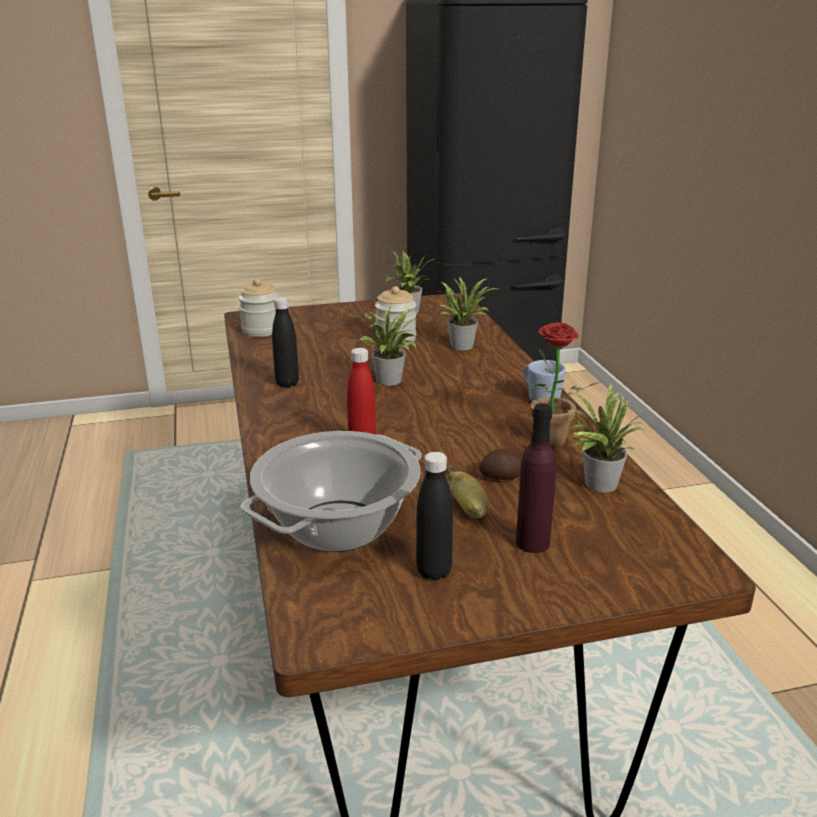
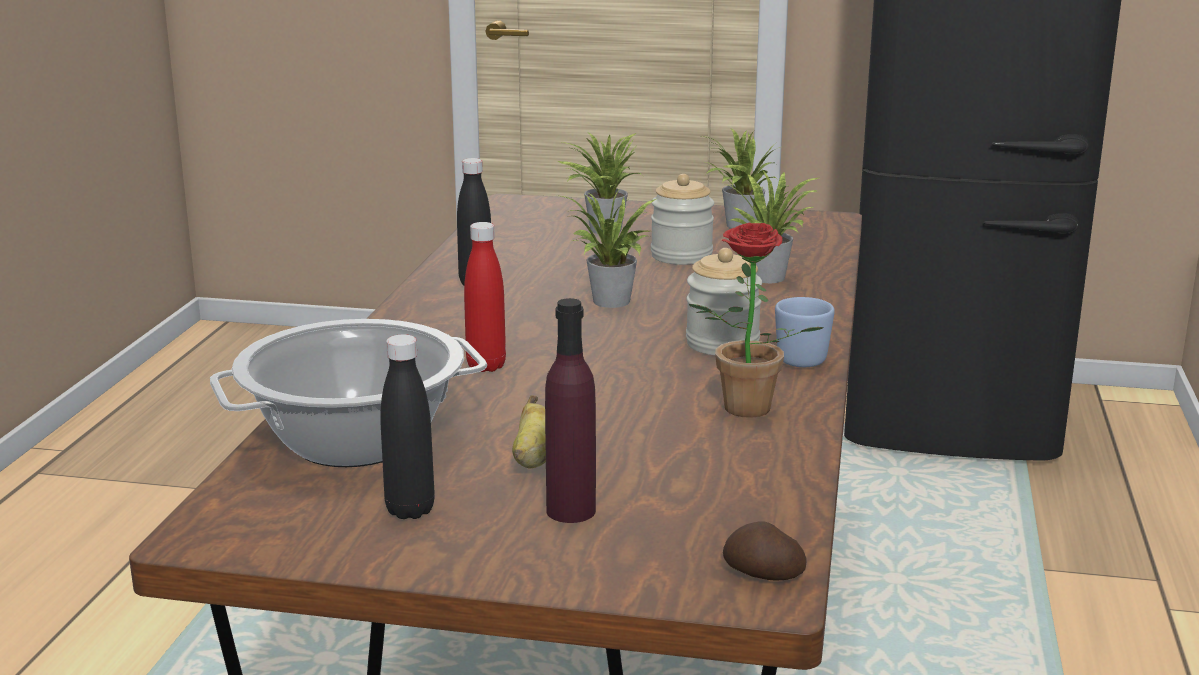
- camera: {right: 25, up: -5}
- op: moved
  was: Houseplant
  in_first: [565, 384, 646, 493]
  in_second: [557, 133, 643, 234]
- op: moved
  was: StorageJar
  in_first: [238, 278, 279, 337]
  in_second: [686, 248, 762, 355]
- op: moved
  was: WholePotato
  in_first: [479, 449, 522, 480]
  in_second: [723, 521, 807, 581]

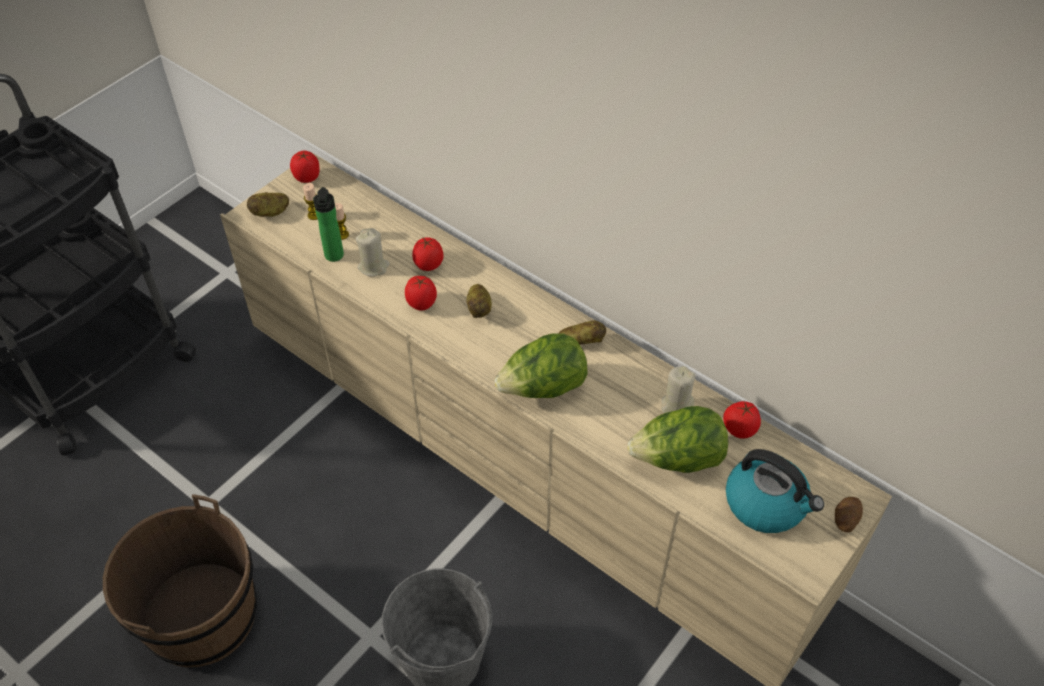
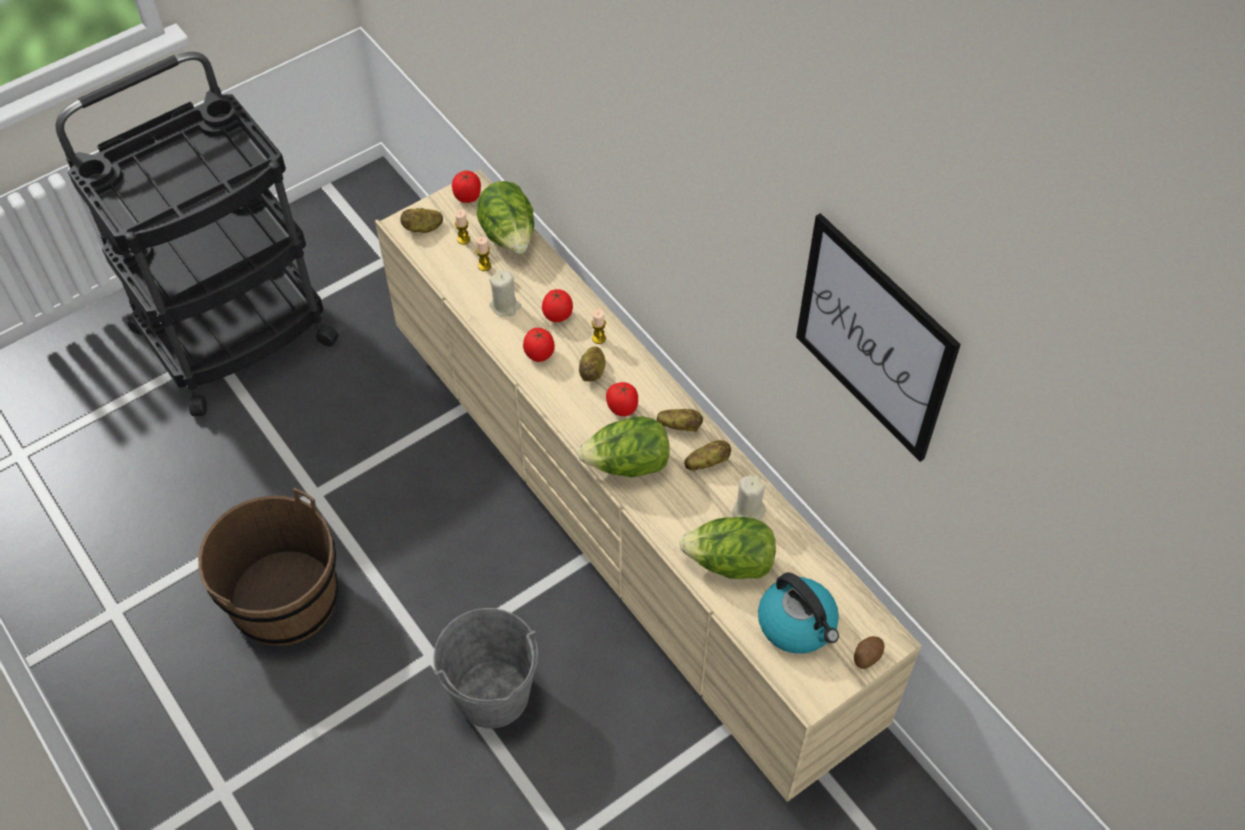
- camera: {right: 15, up: 5}
- op: added
  now: Lettuce
  in_second: [477, 181, 534, 254]
- op: added
  now: Candle
  in_second: [592, 309, 606, 344]
- op: moved
  was: WholeTomato
  in_first: [723, 401, 761, 439]
  in_second: [606, 382, 638, 416]
- op: added
  now: WholePotato
  in_second: [684, 440, 731, 471]
- op: added
  now: WallPicture
  in_second: [796, 213, 961, 462]
- op: removed
  was: Bottle
  in_first: [313, 187, 344, 262]

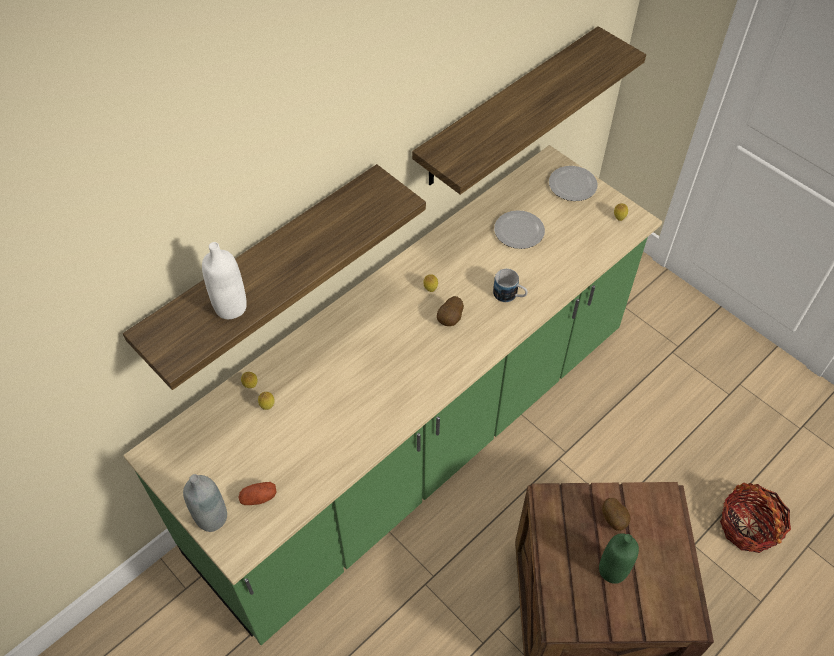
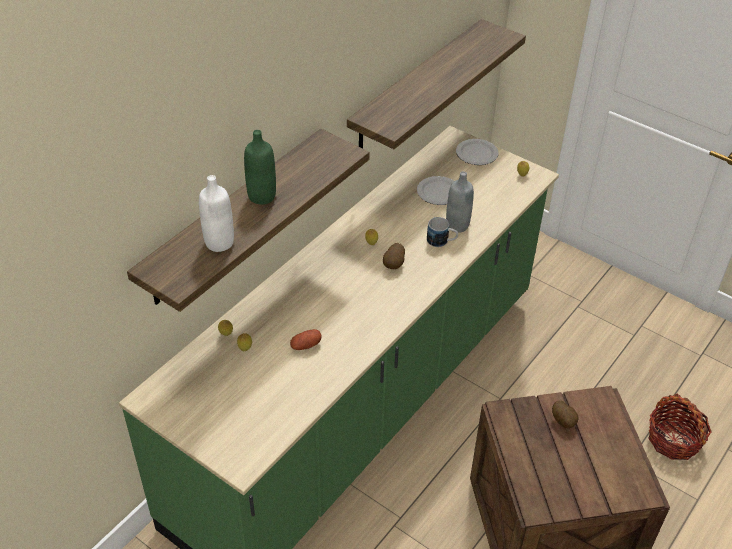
- camera: {right: -10, up: -10}
- op: moved
  was: GreenishBottle
  in_first: [599, 533, 639, 584]
  in_second: [244, 130, 276, 205]
- op: moved
  was: WholePotato
  in_first: [238, 482, 277, 505]
  in_second: [290, 329, 322, 350]
- op: moved
  was: GreyBottle
  in_first: [183, 474, 227, 532]
  in_second: [446, 171, 474, 233]

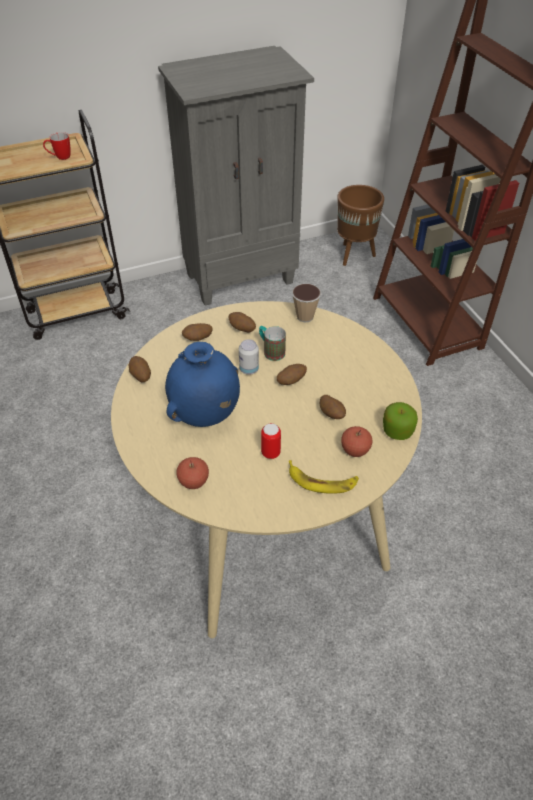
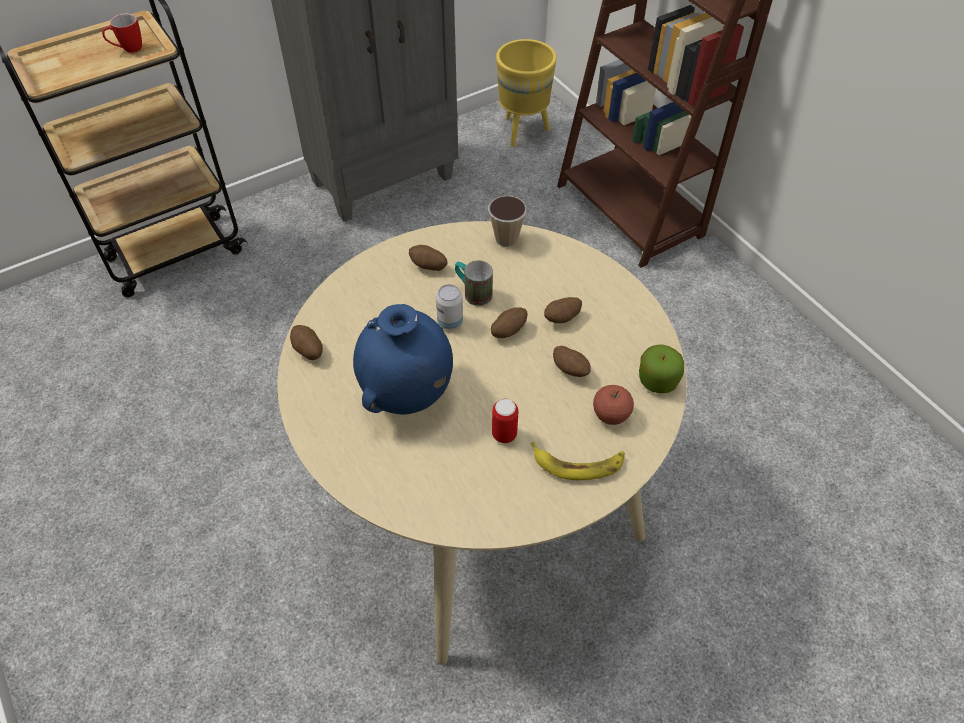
- camera: {right: -10, up: 5}
- op: recoloured
  was: BrownFlowerPot
  now: YellowishFlowerPot
  in_first: [337, 185, 384, 266]
  in_second: [496, 39, 557, 147]
- op: moved
  was: WholePotato
  in_first: [182, 323, 213, 341]
  in_second: [544, 297, 582, 323]
- op: removed
  was: Apple
  in_first: [176, 457, 209, 489]

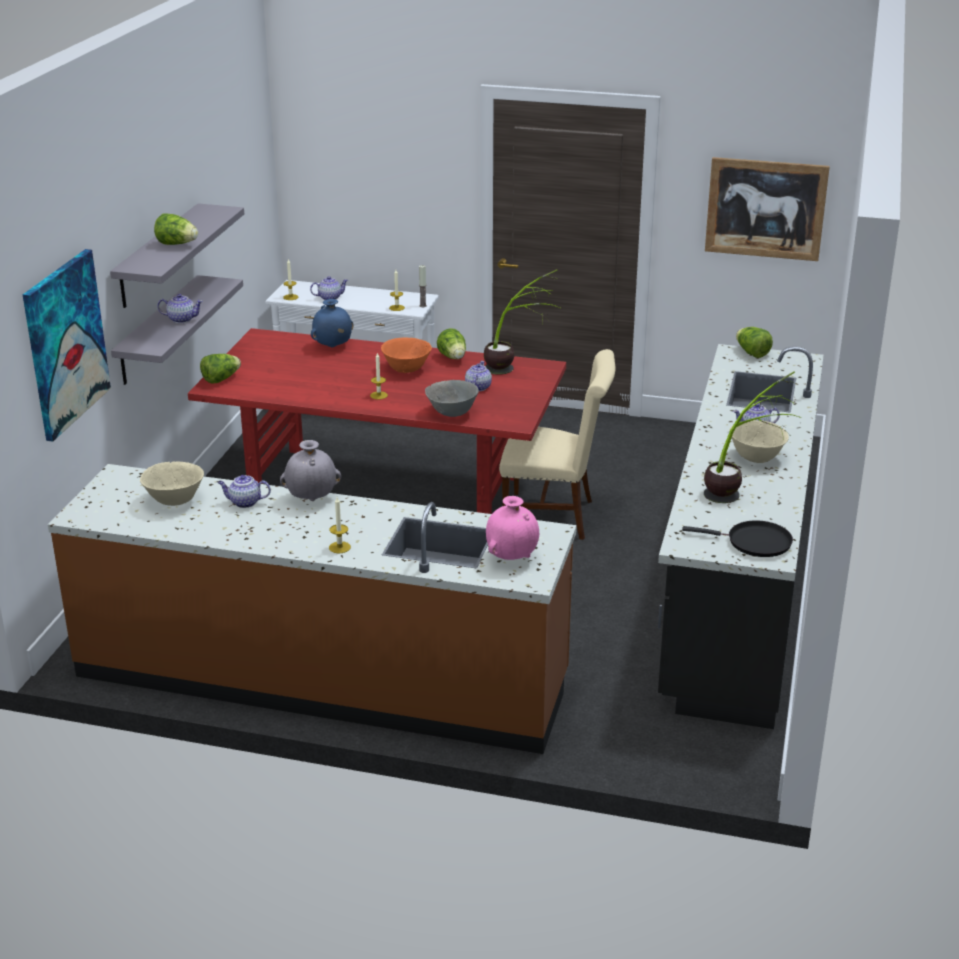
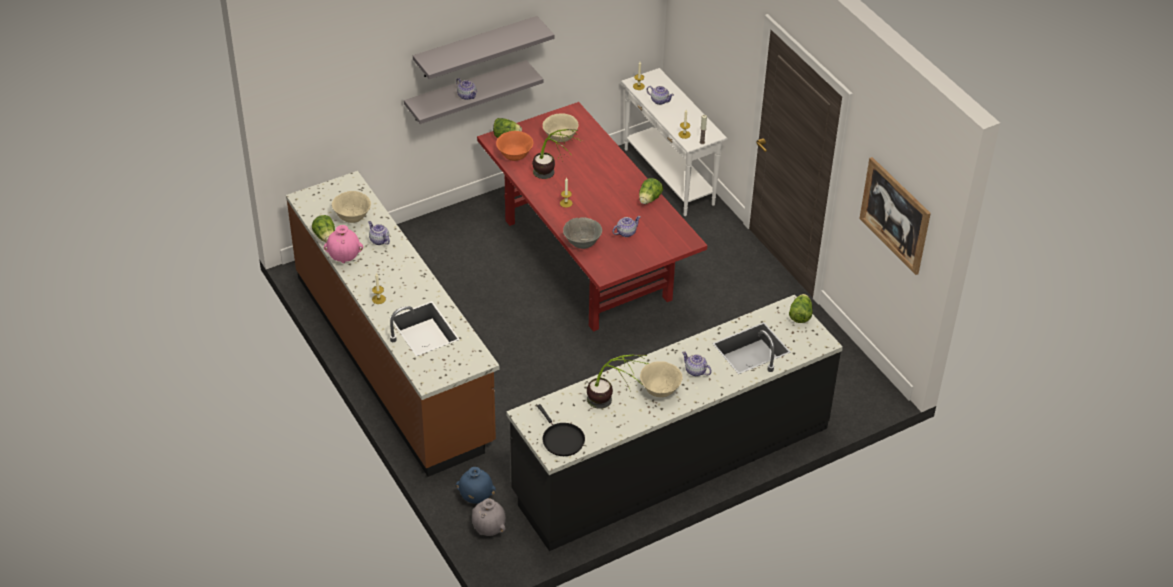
- camera: {right: 45, up: 15}
- op: moved
  was: Lettuce
  in_first: [154, 213, 198, 245]
  in_second: [312, 215, 335, 243]
- op: moved
  was: PinkVase
  in_first: [486, 496, 539, 560]
  in_second: [324, 225, 363, 263]
- op: moved
  was: BlueVase
  in_first: [311, 299, 354, 347]
  in_second: [456, 467, 496, 503]
- op: moved
  was: GreyVase
  in_first: [280, 440, 341, 501]
  in_second: [472, 498, 506, 536]
- op: moved
  was: OrangeDeepDish
  in_first: [381, 337, 432, 373]
  in_second: [496, 131, 533, 161]
- op: moved
  was: Houseplant
  in_first: [484, 269, 560, 375]
  in_second: [532, 129, 582, 179]
- op: added
  now: BeigeColouredDeepDish
  in_second: [543, 114, 579, 142]
- op: removed
  was: WallPicture
  in_first: [23, 249, 111, 442]
- op: removed
  was: BeigeColouredPlainChair
  in_first: [499, 349, 615, 540]

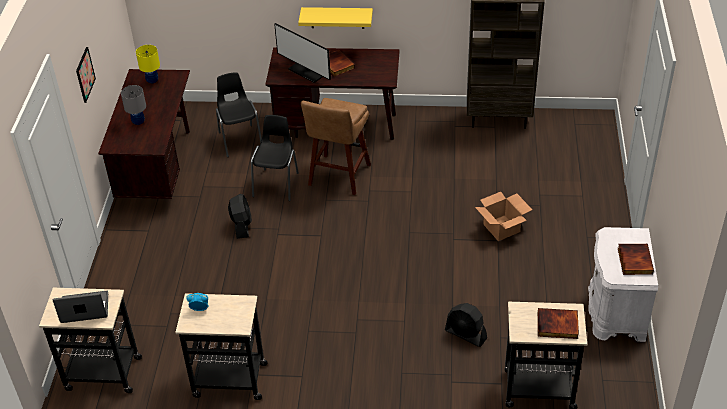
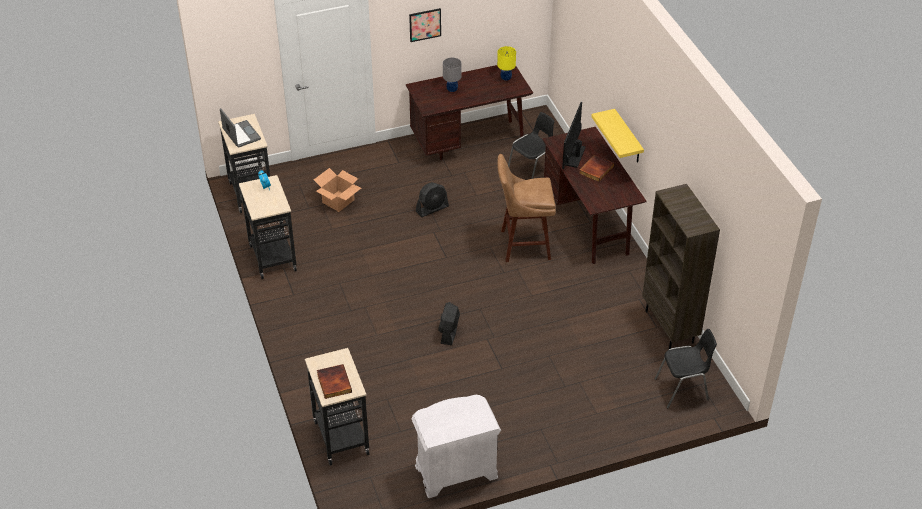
- camera: {right: 65, up: 0}
- op: moved
  was: PackingBox
  in_first: [475, 192, 532, 241]
  in_second: [314, 168, 361, 212]
- op: moved
  was: BlackCoolingFan
  in_first: [445, 303, 487, 347]
  in_second: [438, 302, 460, 345]
- op: moved
  was: BlackPlainChair
  in_first: [251, 115, 299, 201]
  in_second: [655, 329, 717, 408]
- op: removed
  was: BoundBook
  in_first: [618, 244, 654, 275]

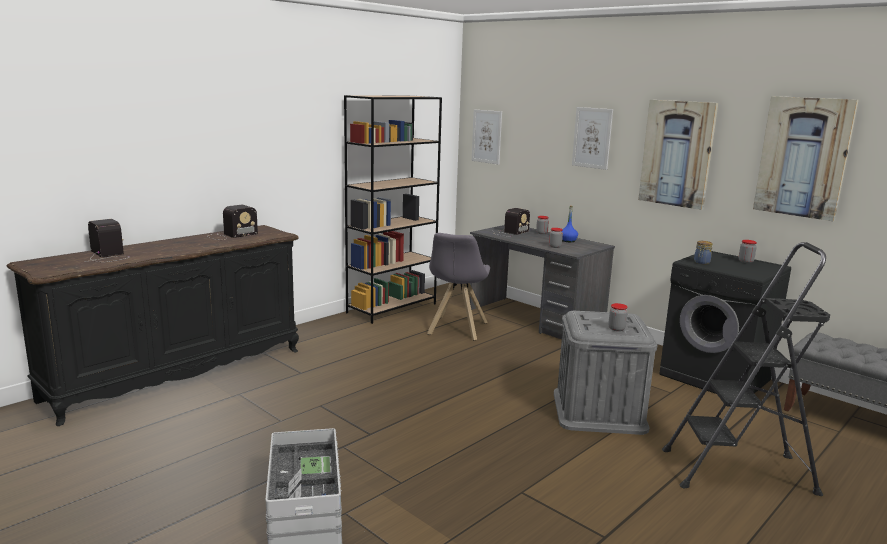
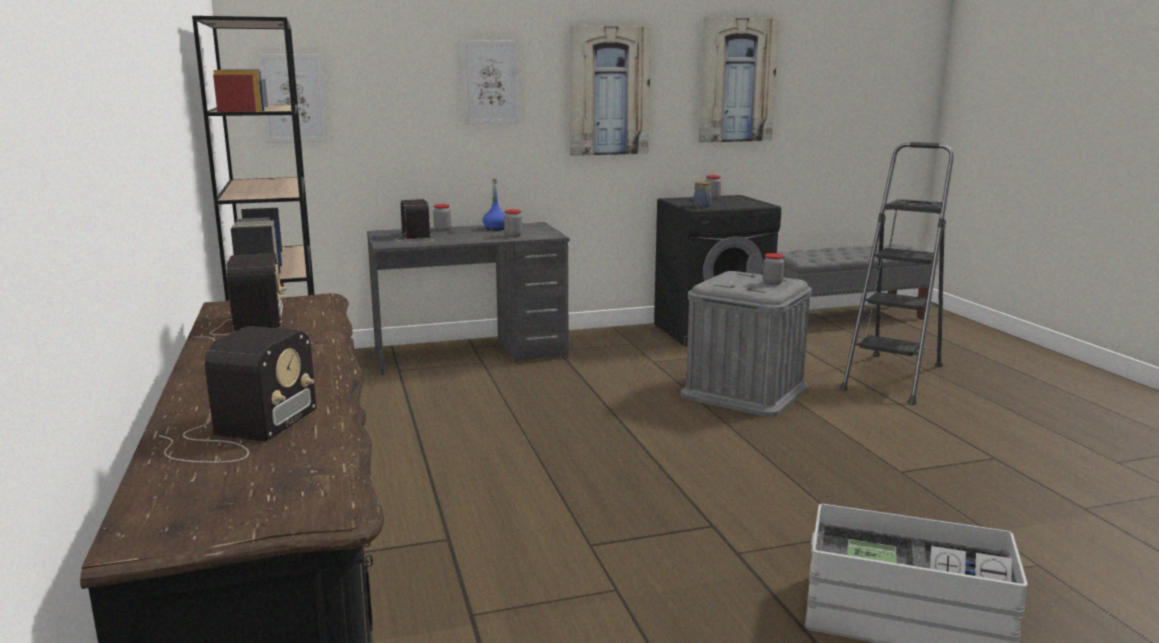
- camera: {right: -60, up: 0}
- op: turned
  was: RadioSet
  in_first: [84, 219, 130, 262]
  in_second: [159, 326, 317, 463]
  clockwise: 120
- op: removed
  was: GreyPlainChair
  in_first: [427, 233, 490, 340]

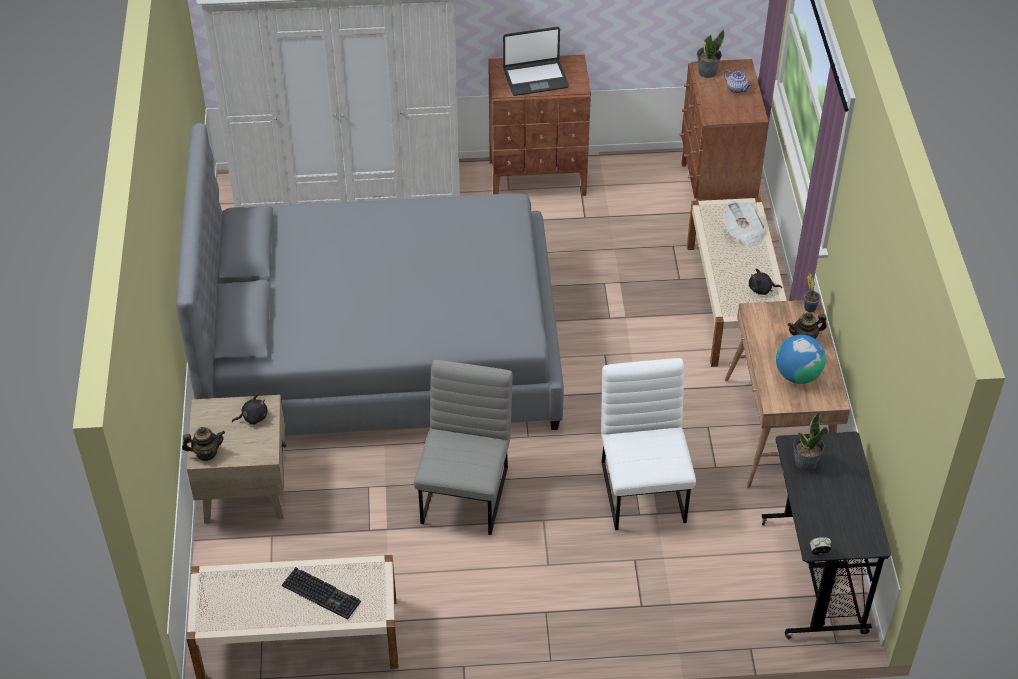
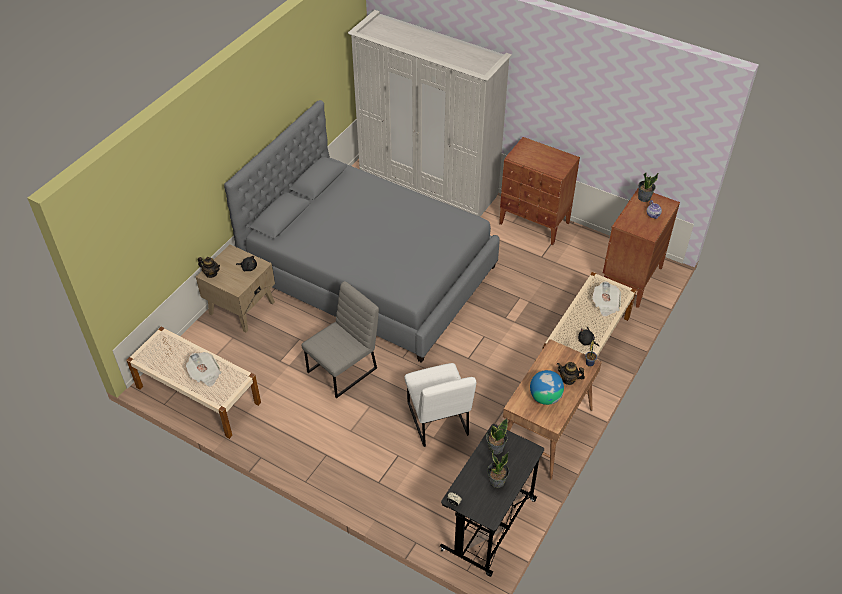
- camera: {right: 35, up: 0}
- op: replaced
  was: ComputerKeyboard
  now: Newspaper
  in_first: [282, 567, 361, 620]
  in_second: [186, 352, 222, 387]
- op: turned
  was: WhitishPlainChair
  in_first: [601, 358, 696, 530]
  in_second: [404, 363, 477, 447]
  clockwise: 135
- op: added
  now: Houseplant
  in_second: [487, 451, 509, 488]
- op: removed
  was: PortableComputer
  in_first: [503, 27, 569, 96]

